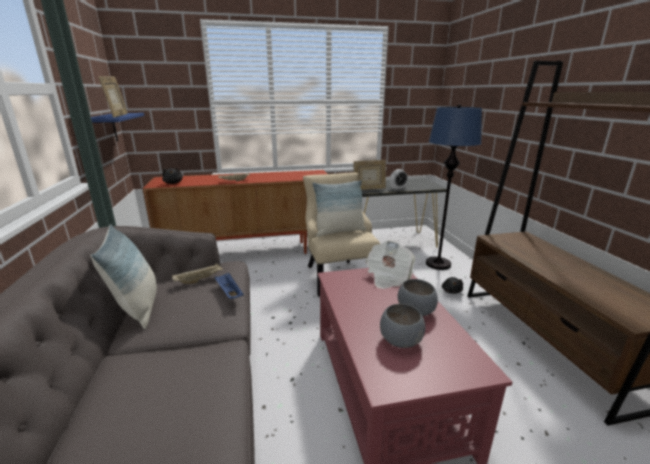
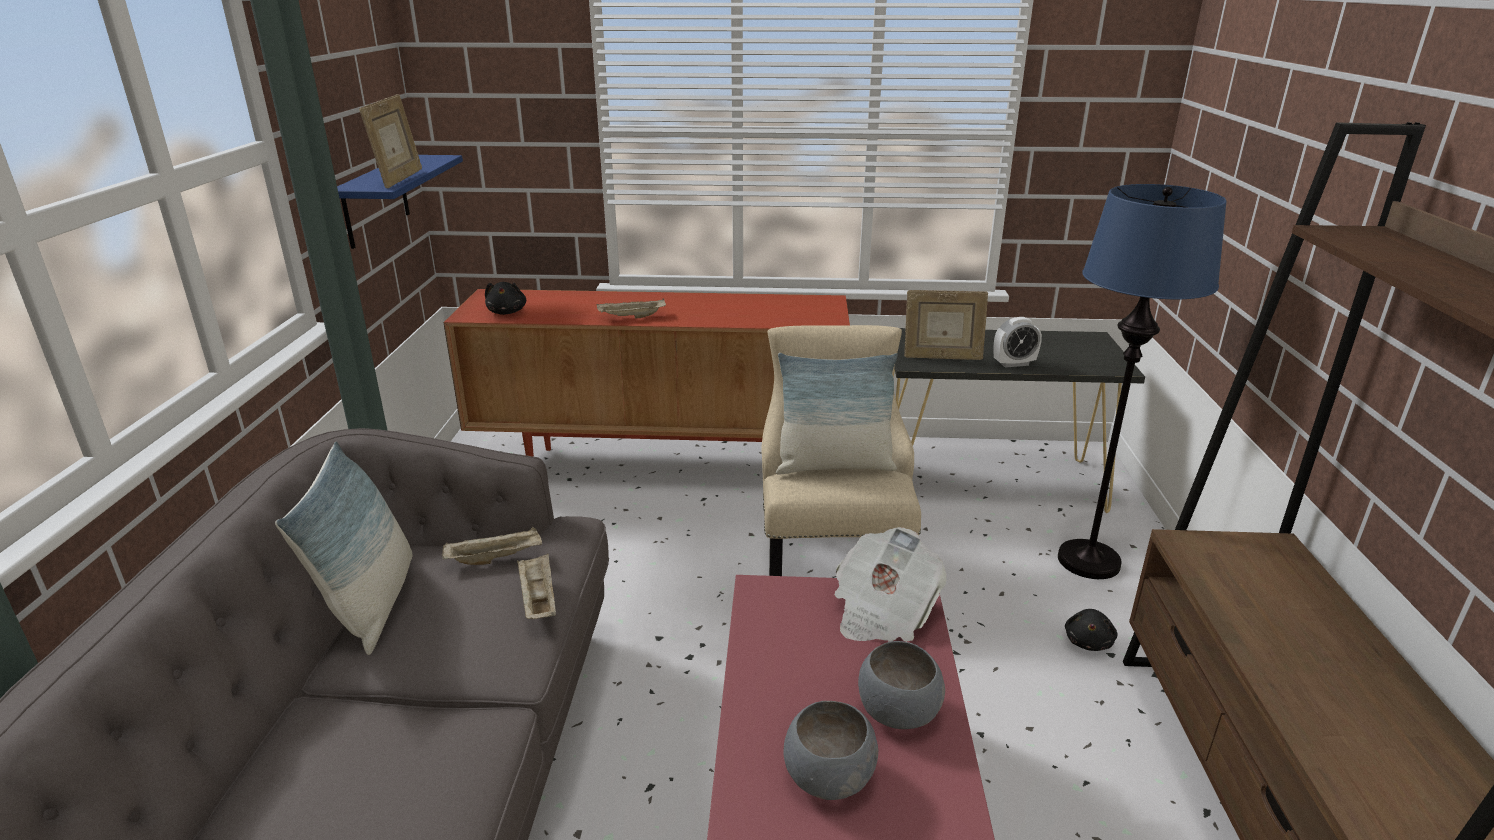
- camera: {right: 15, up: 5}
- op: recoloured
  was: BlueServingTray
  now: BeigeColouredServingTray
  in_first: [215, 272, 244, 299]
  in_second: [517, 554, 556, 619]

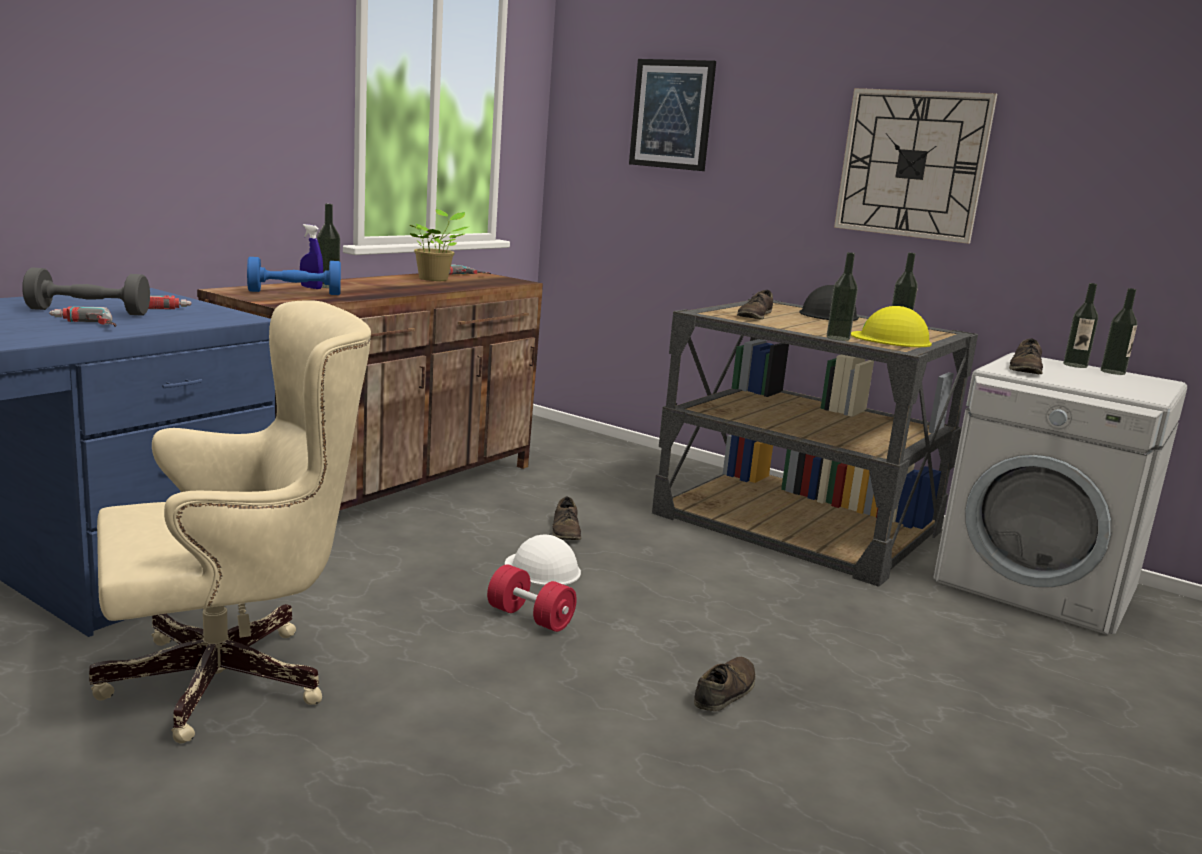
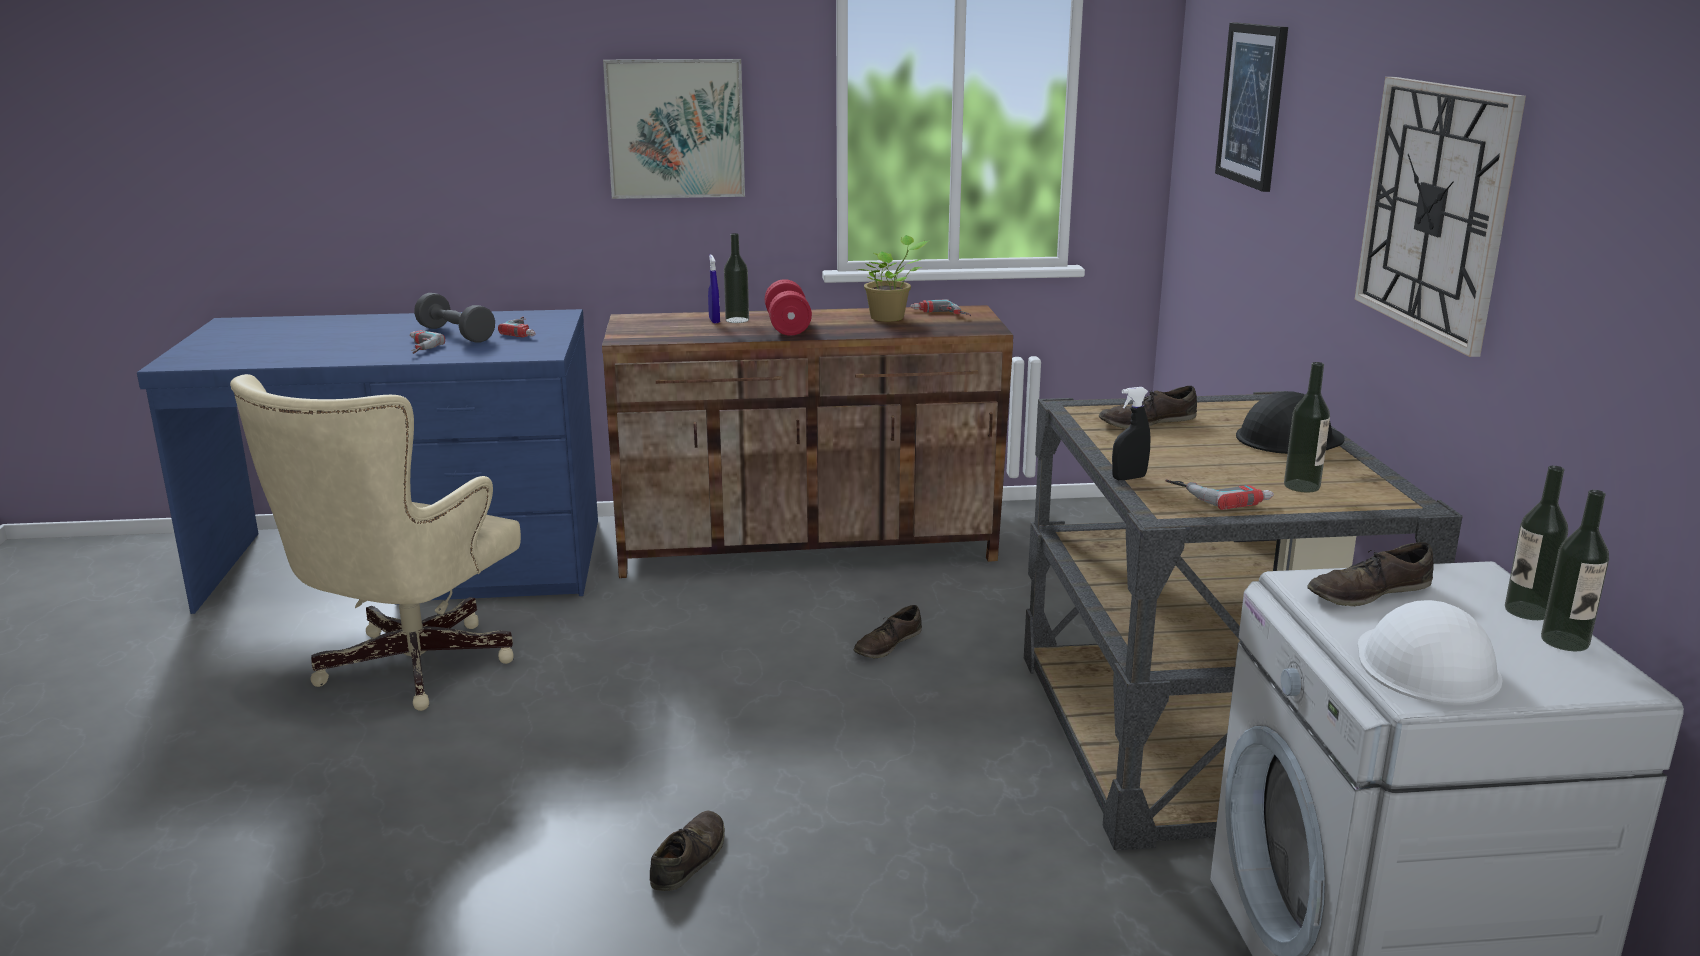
- camera: {right: 50, up: 5}
- op: turned
  was: BeigeColouredOfficeChair
  in_first: [89, 300, 371, 743]
  in_second: [230, 374, 521, 711]
  clockwise: 90
- op: added
  now: WallPicture
  in_second: [603, 59, 745, 199]
- op: turned
  was: BrownShoe
  in_first: [694, 657, 756, 711]
  in_second: [650, 811, 725, 891]
  clockwise: -60
- op: moved
  was: RedFreeWeight
  in_first: [487, 564, 577, 632]
  in_second: [765, 279, 812, 336]
- op: replaced
  was: Bottle
  now: BlackHandSprayer
  in_first: [827, 252, 858, 341]
  in_second: [1112, 387, 1150, 480]
- op: replaced
  was: YellowishWorkHelmet
  now: PowerDrill
  in_first: [851, 306, 932, 347]
  in_second: [1165, 479, 1274, 510]
- op: moved
  was: WhitishWorkHelmet
  in_first: [505, 534, 581, 586]
  in_second: [1358, 600, 1502, 705]
- op: removed
  was: BlueFreeWeight
  in_first: [247, 257, 341, 295]

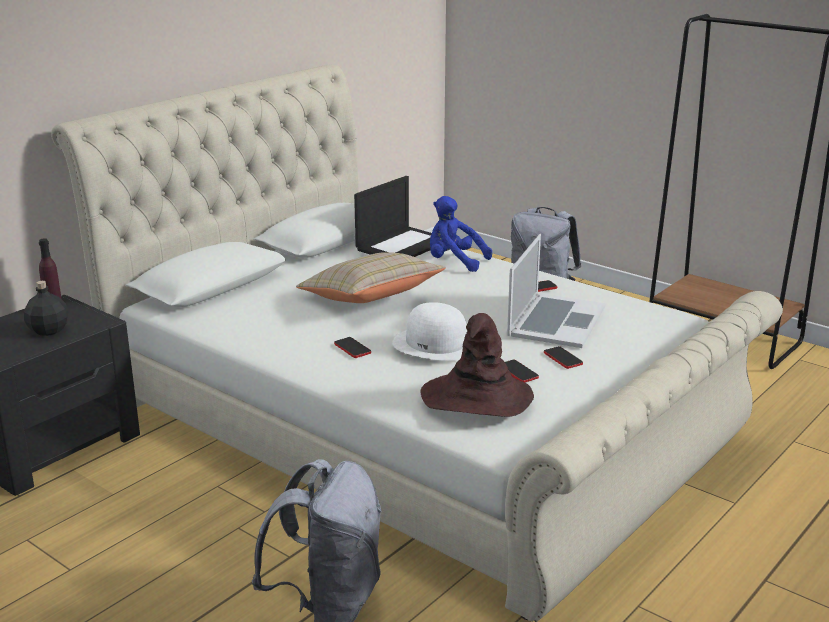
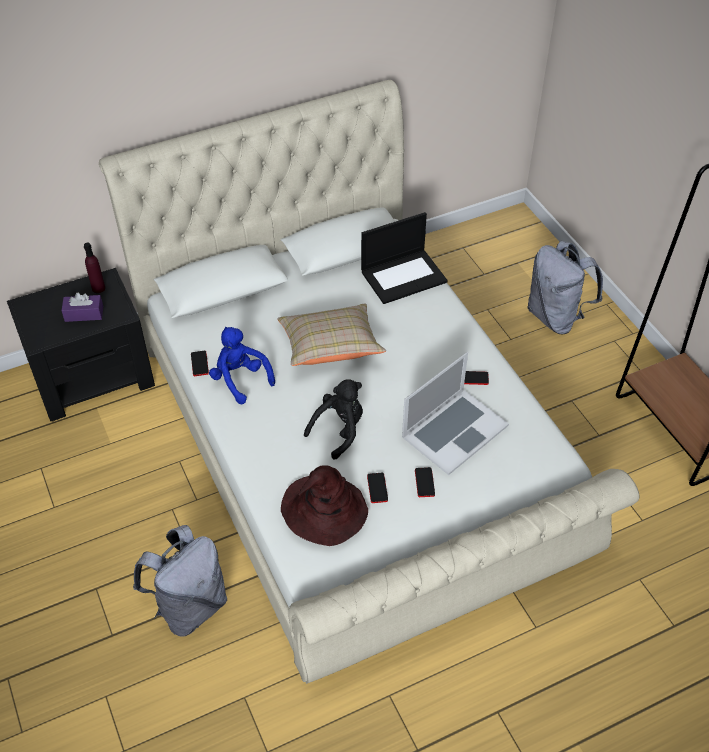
- camera: {right: 25, up: 25}
- op: replaced
  was: BlackBottle
  now: PurplishBoxOfTissues
  in_first: [24, 281, 68, 336]
  in_second: [61, 293, 103, 322]
- op: moved
  was: Handset
  in_first: [334, 337, 371, 358]
  in_second: [191, 351, 209, 376]
- op: moved
  was: BlueCuddlyToy
  in_first: [430, 196, 492, 272]
  in_second: [209, 327, 275, 404]
- op: replaced
  was: WhitishHat
  now: BlackCuddlyToy
  in_first: [392, 302, 467, 361]
  in_second: [304, 379, 363, 460]

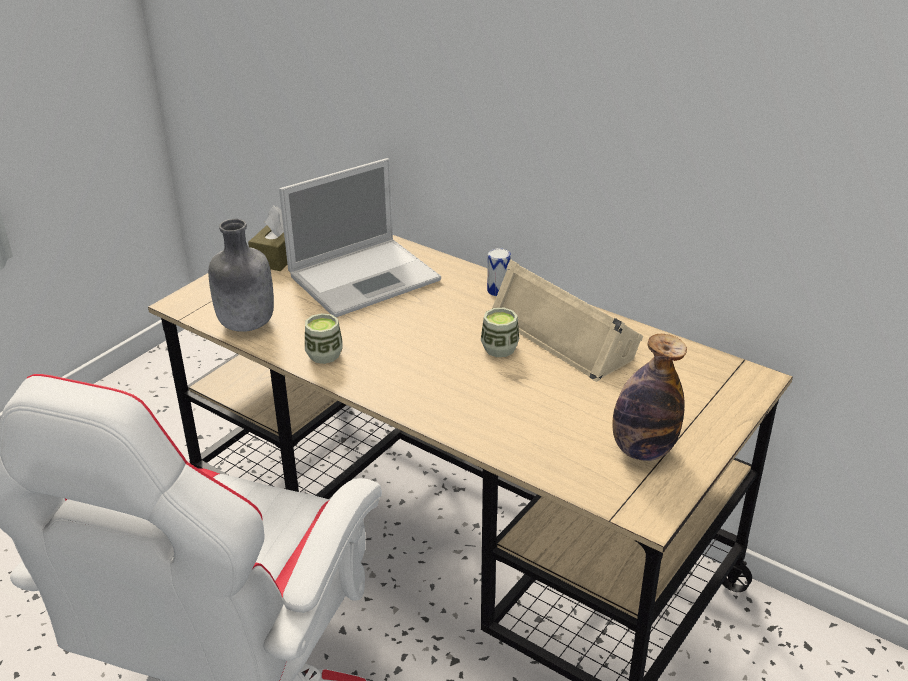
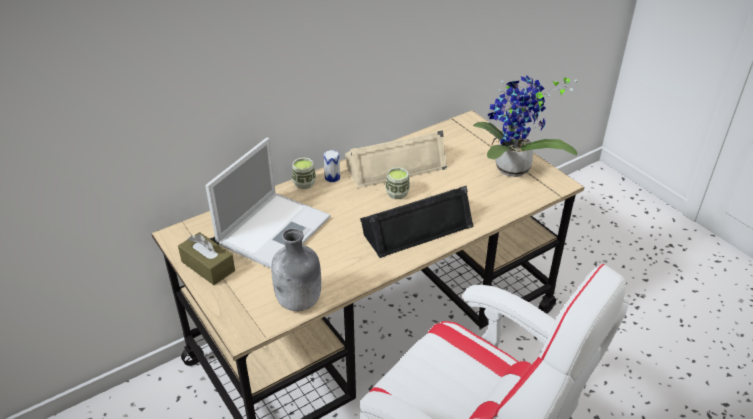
- camera: {right: -70, up: 5}
- op: turned
  was: PortableComputer
  in_first: [279, 158, 441, 317]
  in_second: [205, 138, 331, 269]
  clockwise: 45
- op: moved
  was: DrinkingCup
  in_first: [305, 313, 343, 364]
  in_second: [292, 157, 316, 189]
- op: added
  now: BlackAudioSpeaker
  in_second: [360, 186, 474, 258]
- op: replaced
  was: Bottle
  now: Houseplant
  in_first: [612, 334, 687, 461]
  in_second: [473, 76, 578, 177]

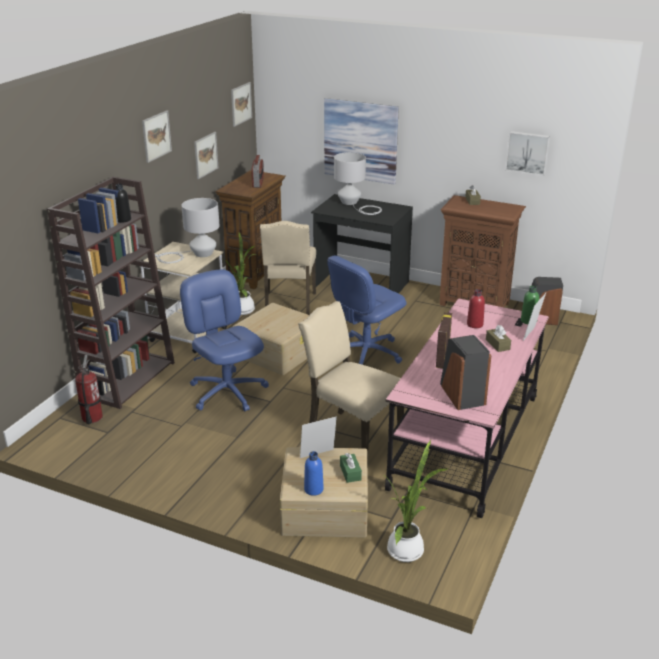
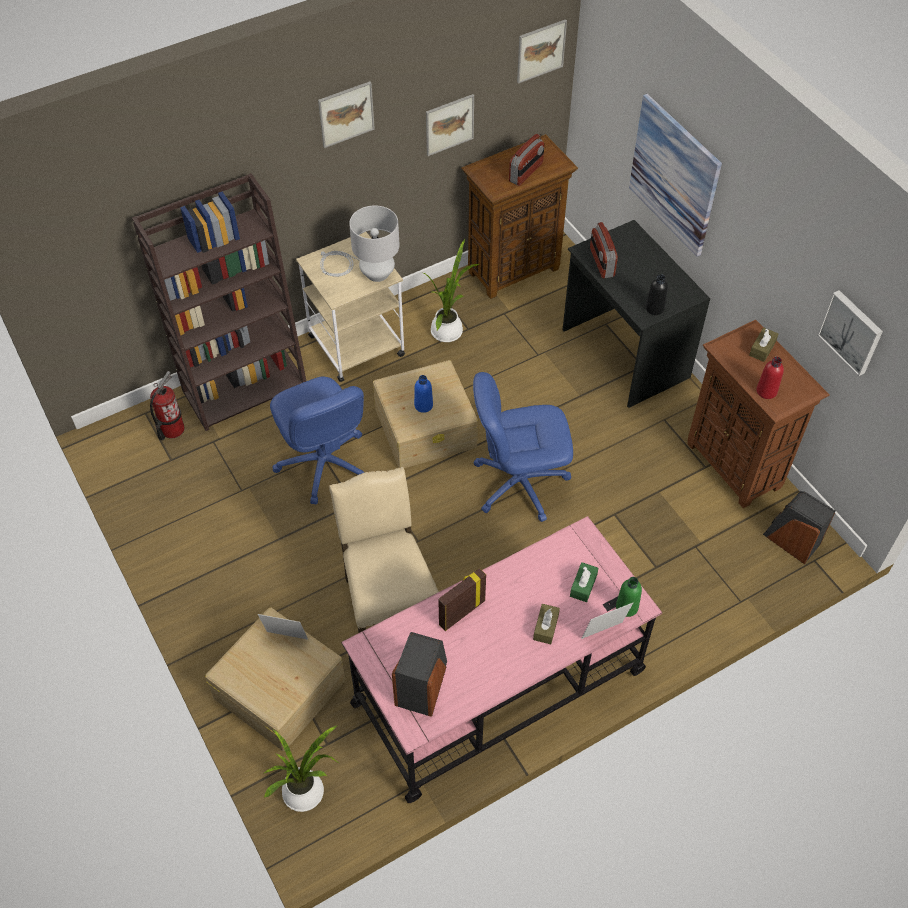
- camera: {right: 35, up: 25}
- op: turned
  was: BlueOfficeChair
  in_first: [180, 270, 269, 412]
  in_second: [270, 377, 364, 504]
  clockwise: 150
- op: moved
  was: BlueBottle
  in_first: [304, 451, 324, 496]
  in_second: [414, 375, 433, 413]
- op: moved
  was: GreenishBoxOfTissues
  in_first: [340, 453, 362, 483]
  in_second: [570, 562, 598, 602]
- op: added
  now: RadioSet
  in_second: [590, 222, 618, 278]
- op: moved
  was: BlackBottle
  in_first: [115, 184, 131, 223]
  in_second: [646, 274, 668, 315]
- op: moved
  was: RedBottle
  in_first: [467, 289, 485, 328]
  in_second: [756, 357, 784, 399]
- op: removed
  was: BeigeColouredPlainChair
  in_first: [260, 221, 316, 315]
- op: removed
  was: WhitishTabletopLamp
  in_first: [334, 152, 382, 215]

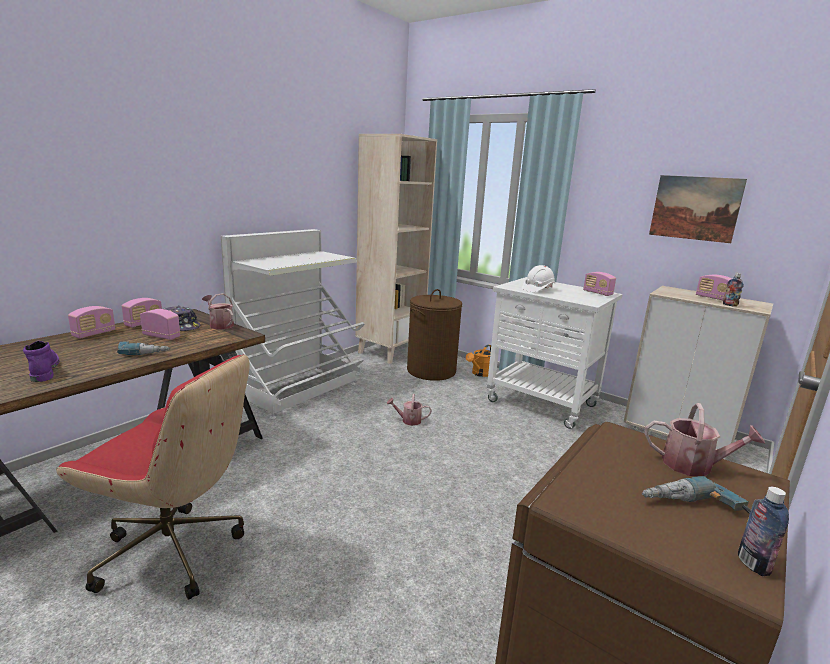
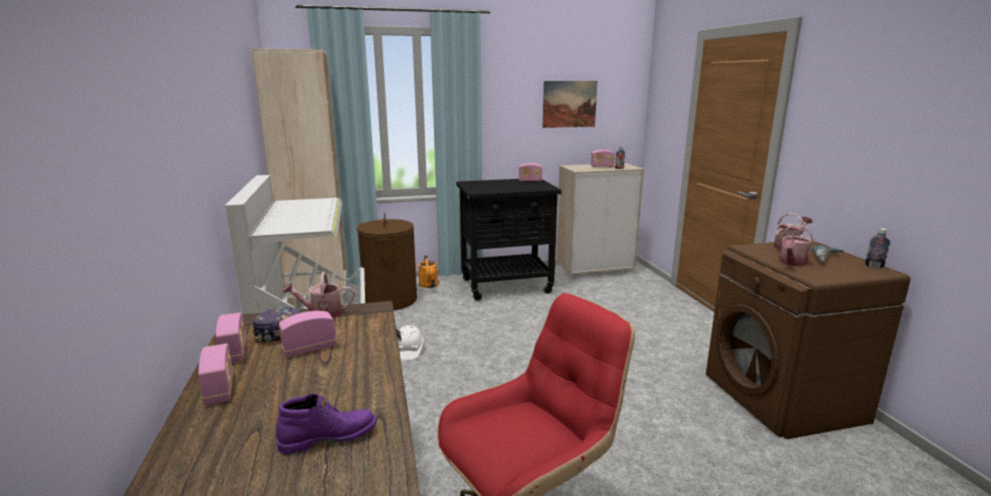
- camera: {right: -50, up: 0}
- op: turned
  was: PurplishHighTopBoot
  in_first: [23, 341, 59, 382]
  in_second: [276, 394, 377, 455]
  clockwise: 150
- op: moved
  was: WhitishWorkHelmet
  in_first: [522, 265, 555, 292]
  in_second: [398, 325, 424, 360]
- op: recoloured
  was: WhitishTrolley
  now: BlackTrolley
  in_first: [487, 277, 623, 429]
  in_second: [456, 179, 562, 301]
- op: moved
  was: WateringPot
  in_first: [386, 394, 432, 426]
  in_second: [779, 225, 813, 266]
- op: removed
  was: PowerDrill
  in_first: [117, 341, 170, 355]

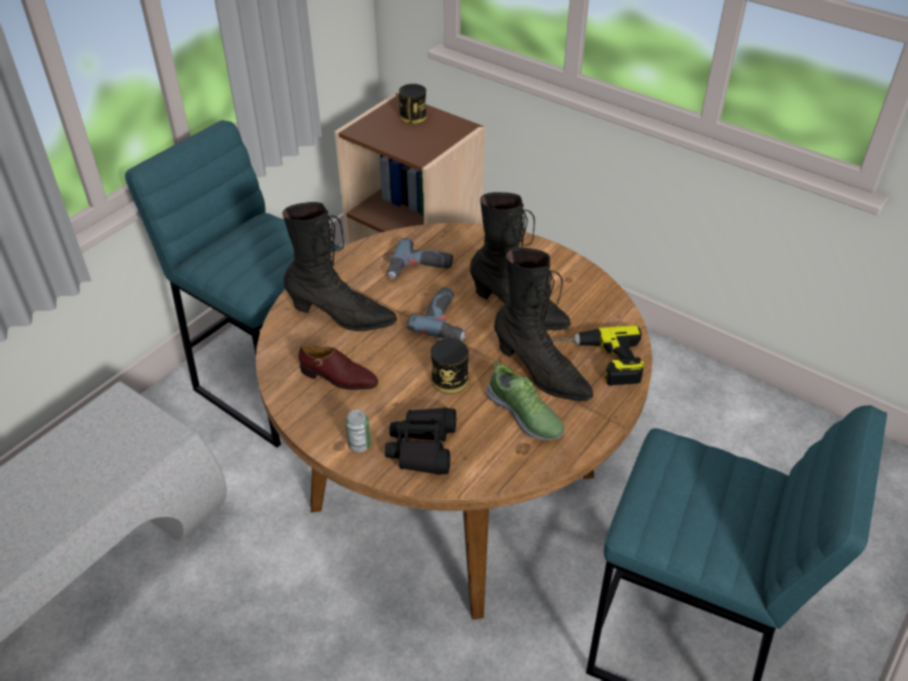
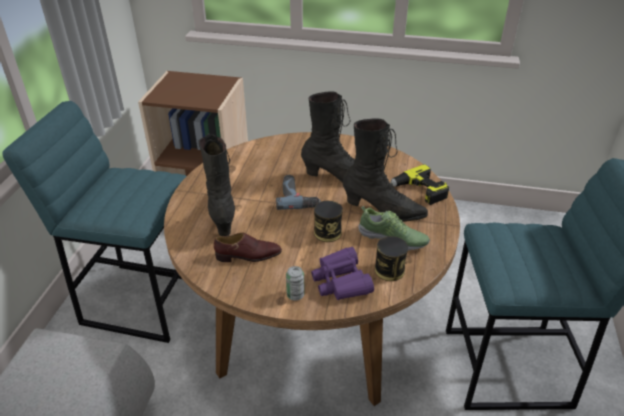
- camera: {right: -25, up: -5}
- op: turned
  was: BlackHighTopBoot
  in_first: [282, 202, 397, 331]
  in_second: [199, 133, 235, 236]
  clockwise: -90
- op: recoloured
  was: BlackPairOfBinoculars
  now: PurplishPairOfBinoculars
  in_first: [385, 408, 456, 475]
  in_second: [311, 247, 374, 300]
- op: moved
  was: SealedCan
  in_first: [399, 84, 427, 124]
  in_second: [375, 236, 408, 281]
- op: removed
  was: PowerDrill
  in_first: [387, 238, 453, 279]

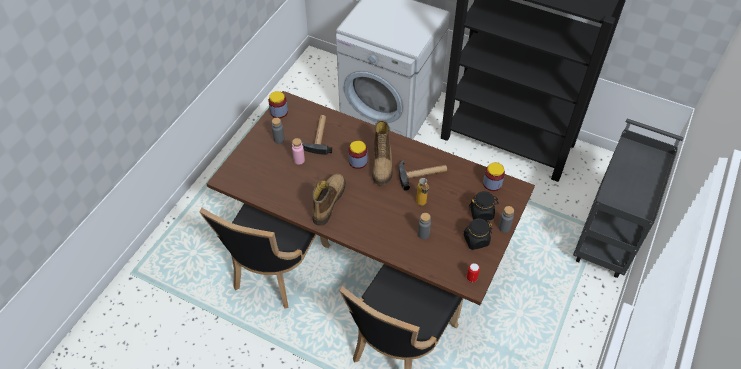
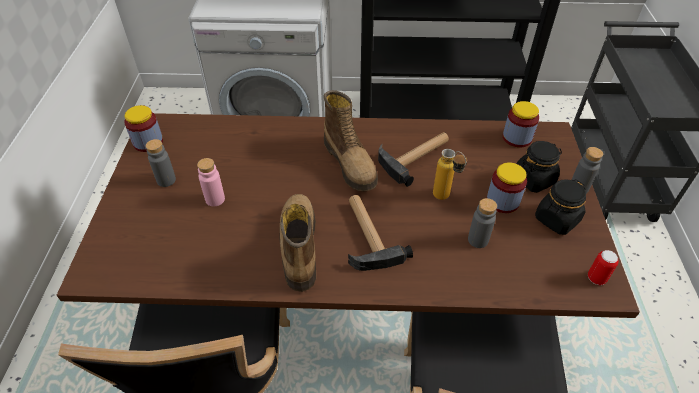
- camera: {right: -25, up: -5}
- op: moved
  was: HandHammer
  in_first: [302, 115, 332, 155]
  in_second: [348, 195, 413, 271]
- op: moved
  was: StorageJar
  in_first: [348, 141, 367, 169]
  in_second: [487, 162, 527, 213]

